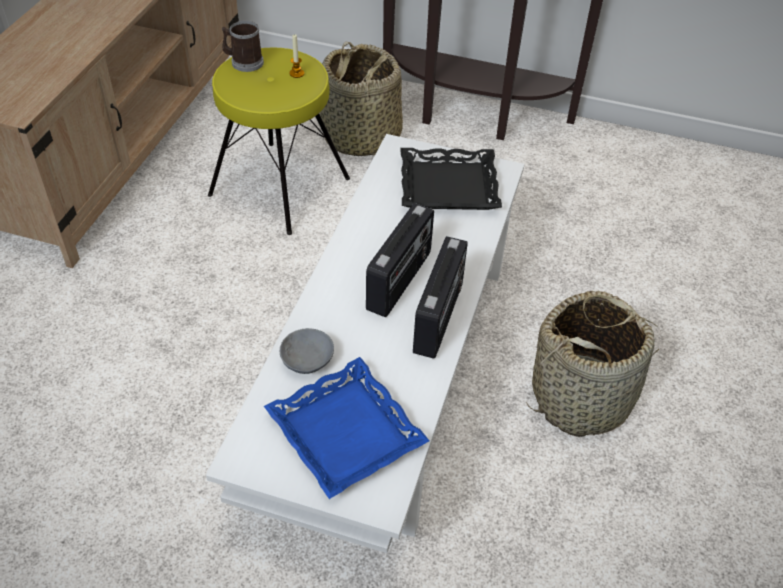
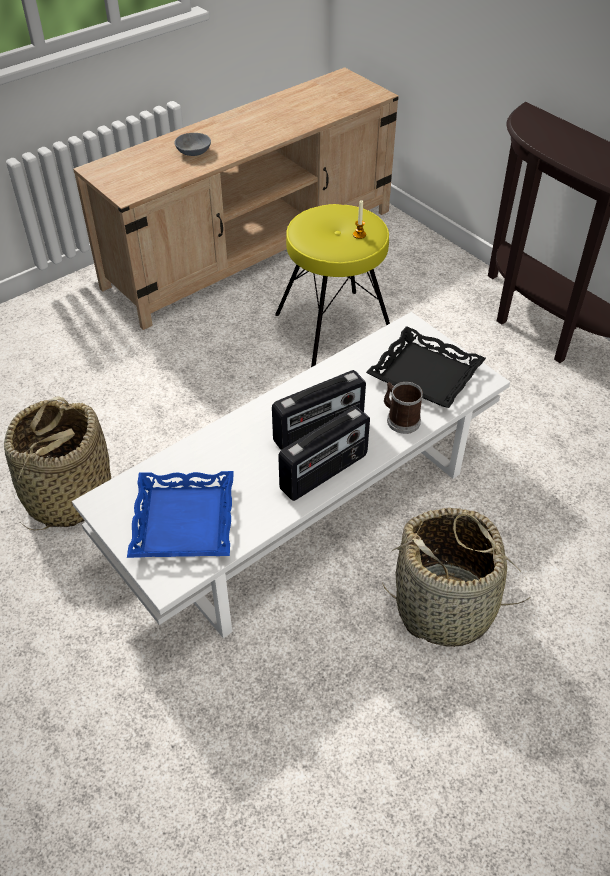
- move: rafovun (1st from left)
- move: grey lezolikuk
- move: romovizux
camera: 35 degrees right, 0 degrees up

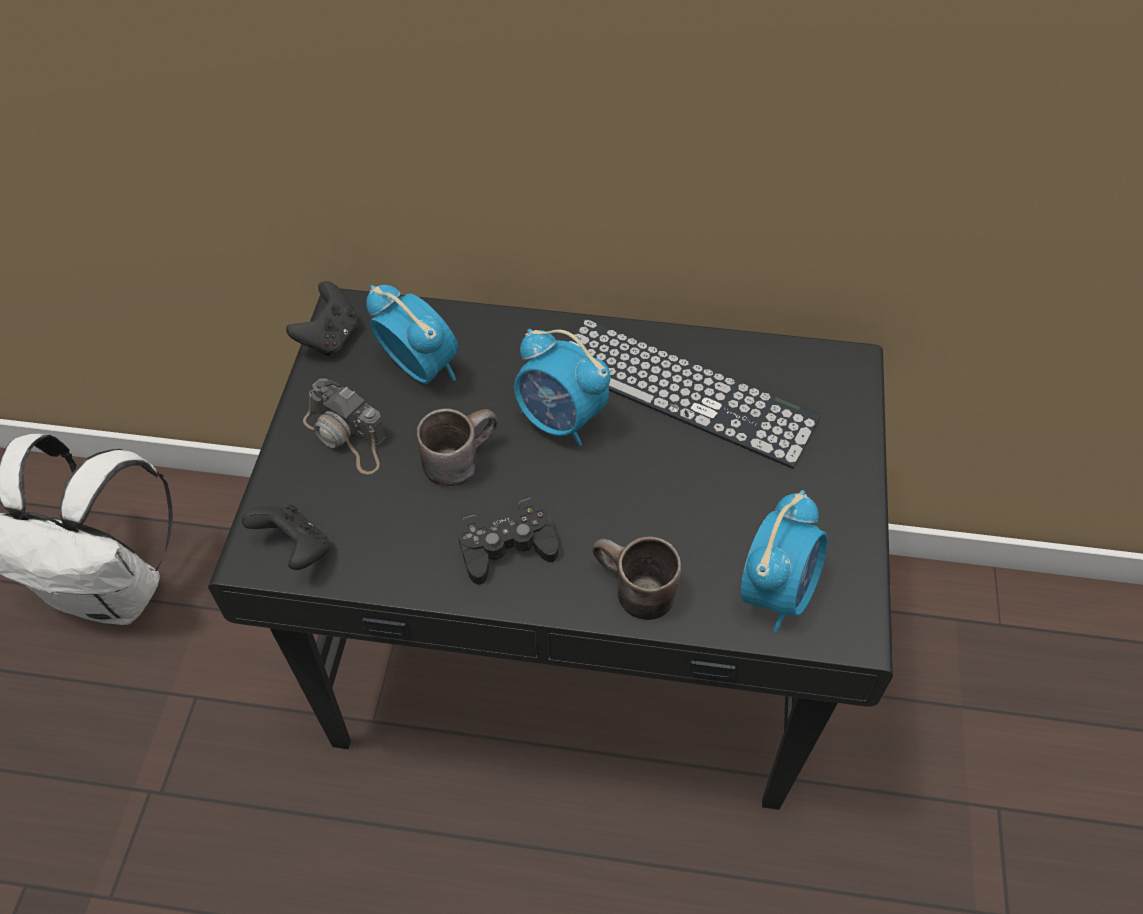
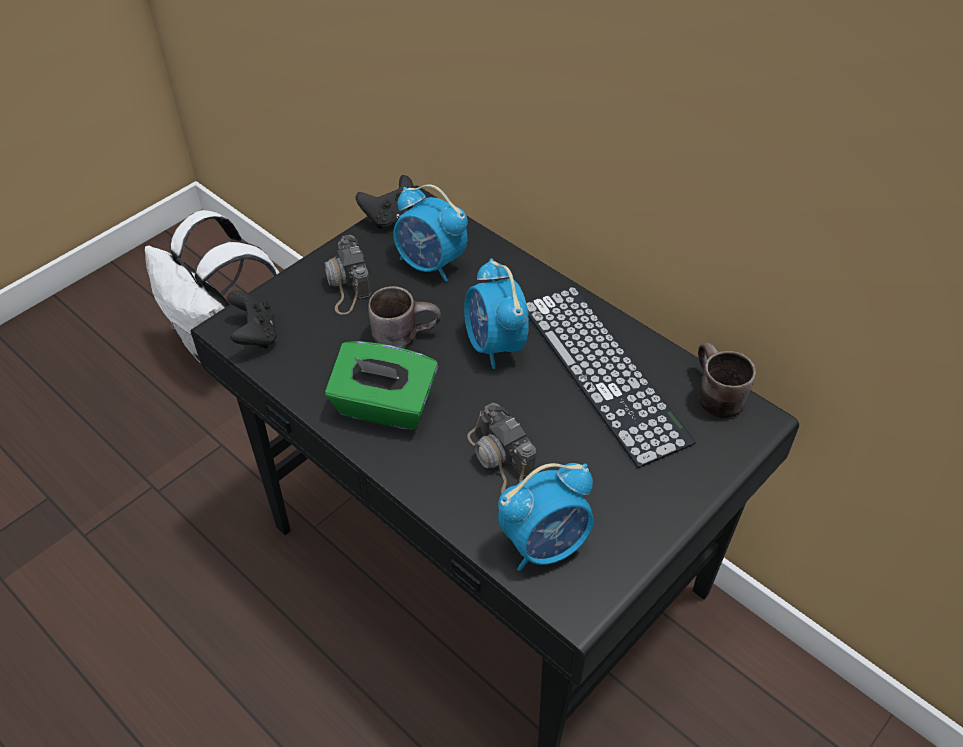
- replace: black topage (3rd from left) to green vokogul
- rotate: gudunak (1st from left) 135 degrees clockwise
- insert: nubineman (2nd from left)
- move: brown romovizux (2nd from left)
camera: 35 degrees right, 5 degrees down

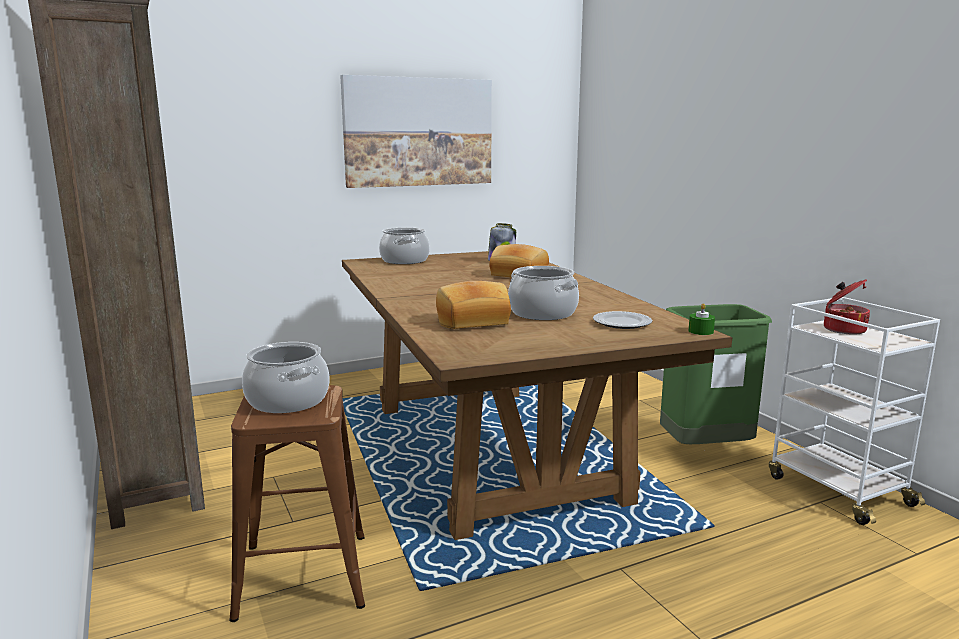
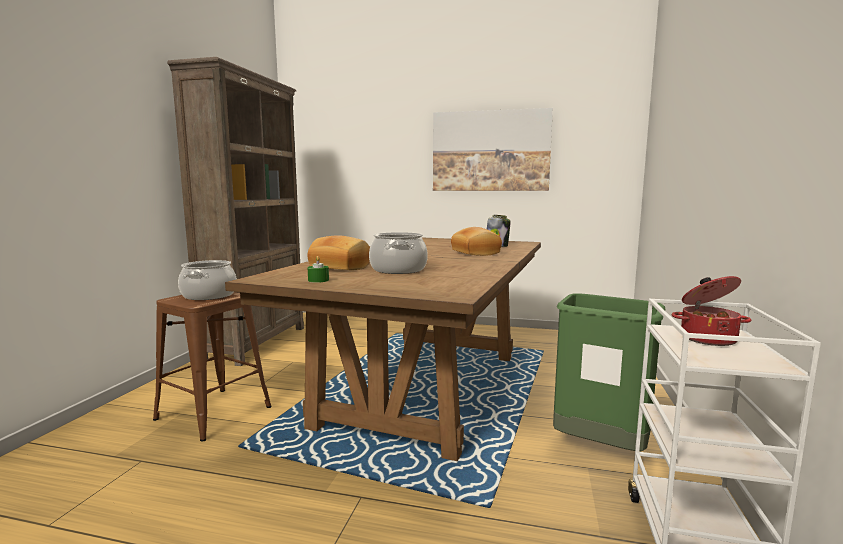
- move: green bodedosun
- delete: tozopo (2nd from left)
- delete: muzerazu
camera: 40 degrees right, 5 degrees down

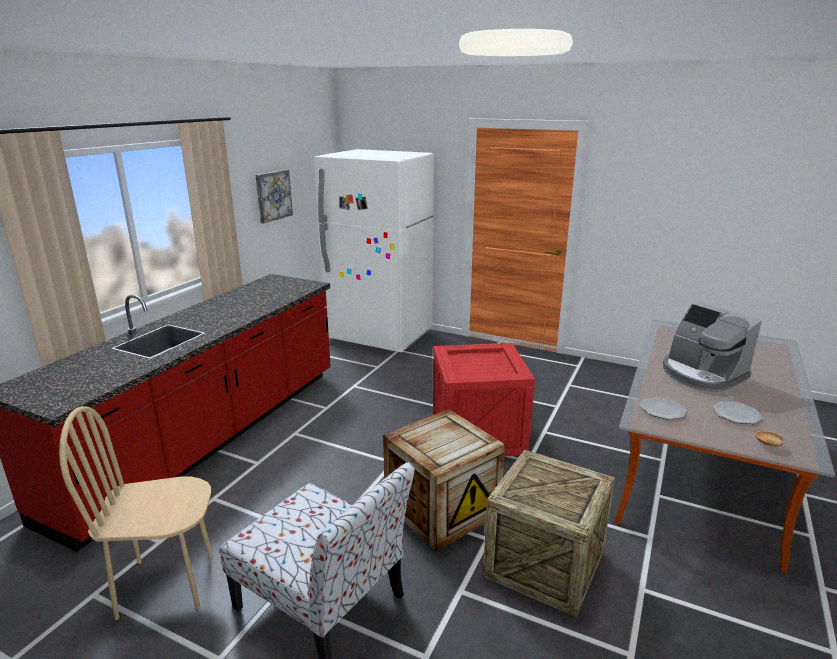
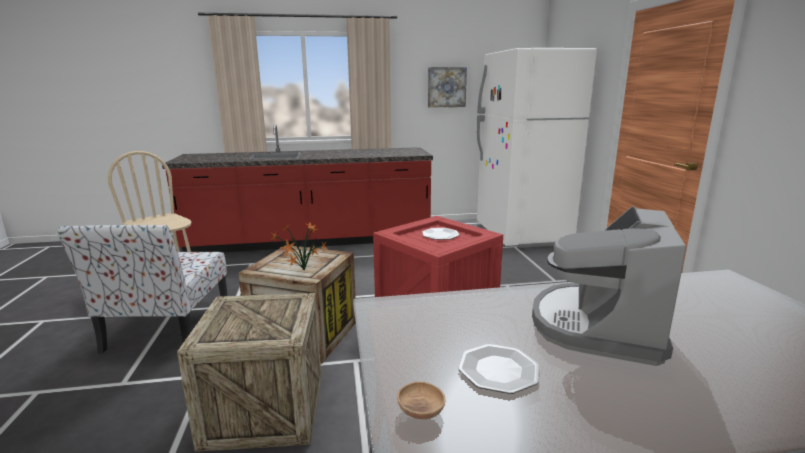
- insert: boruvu
- move: muzerazu (1st from left)
camera: 55 degrees right, 5 degrees down

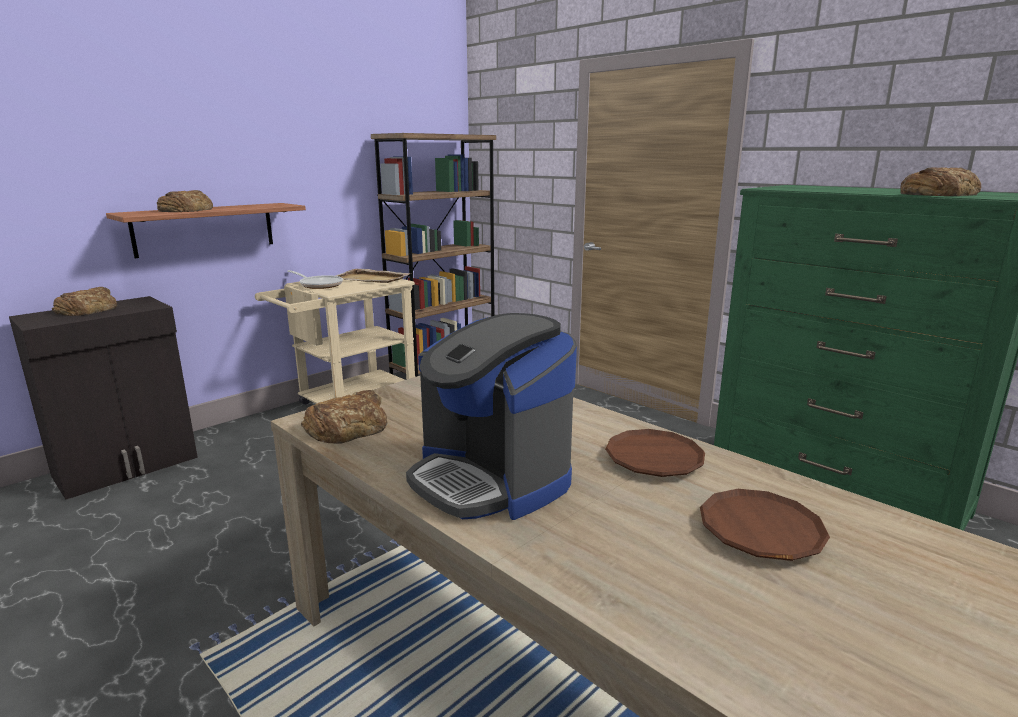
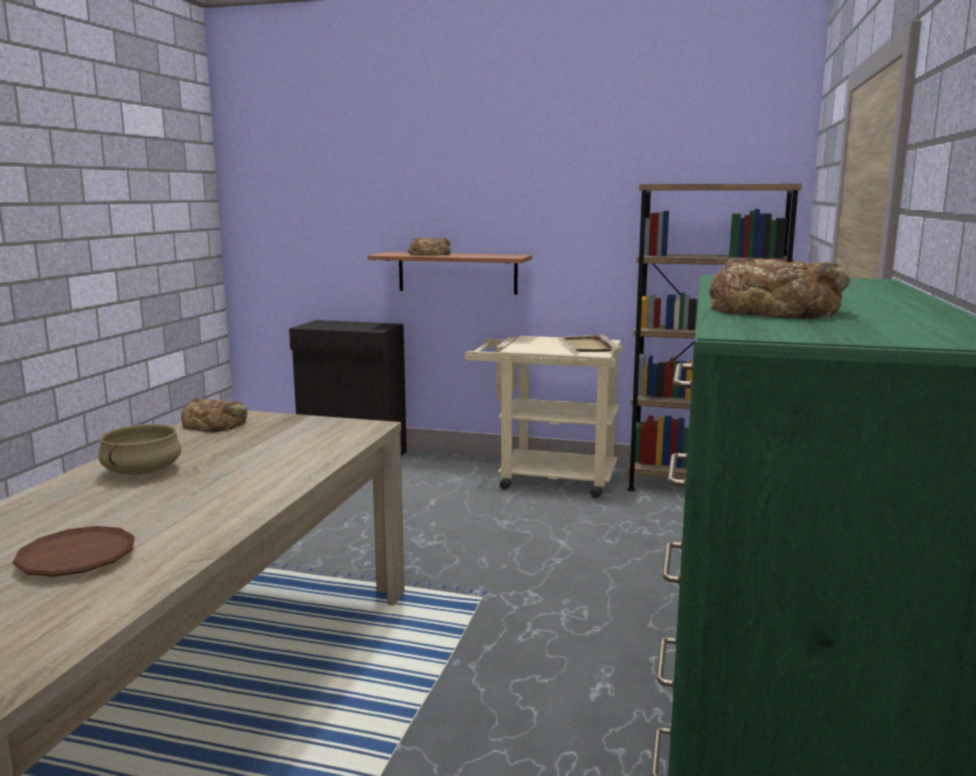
- replace: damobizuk to beige tozopo
- delete: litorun (1st from left)
- delete: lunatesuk
- delete: brown muzerazu (1st from left)
camera: 60 degrees right, 5 degrees down

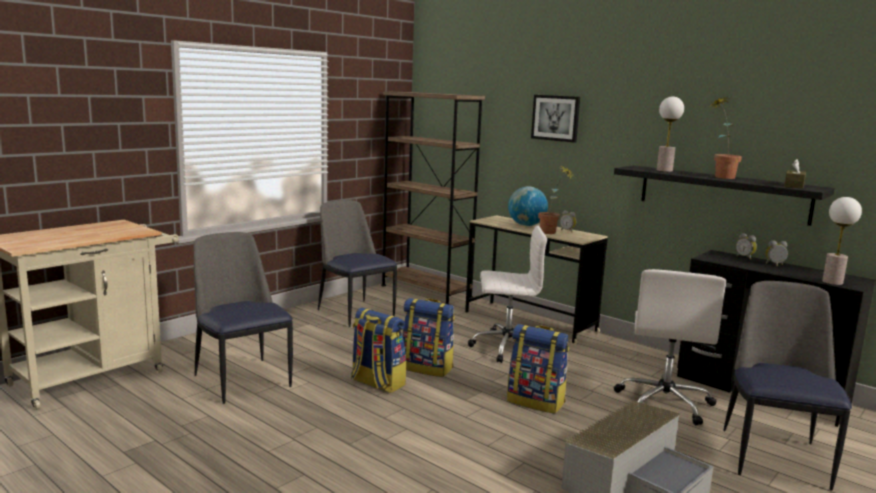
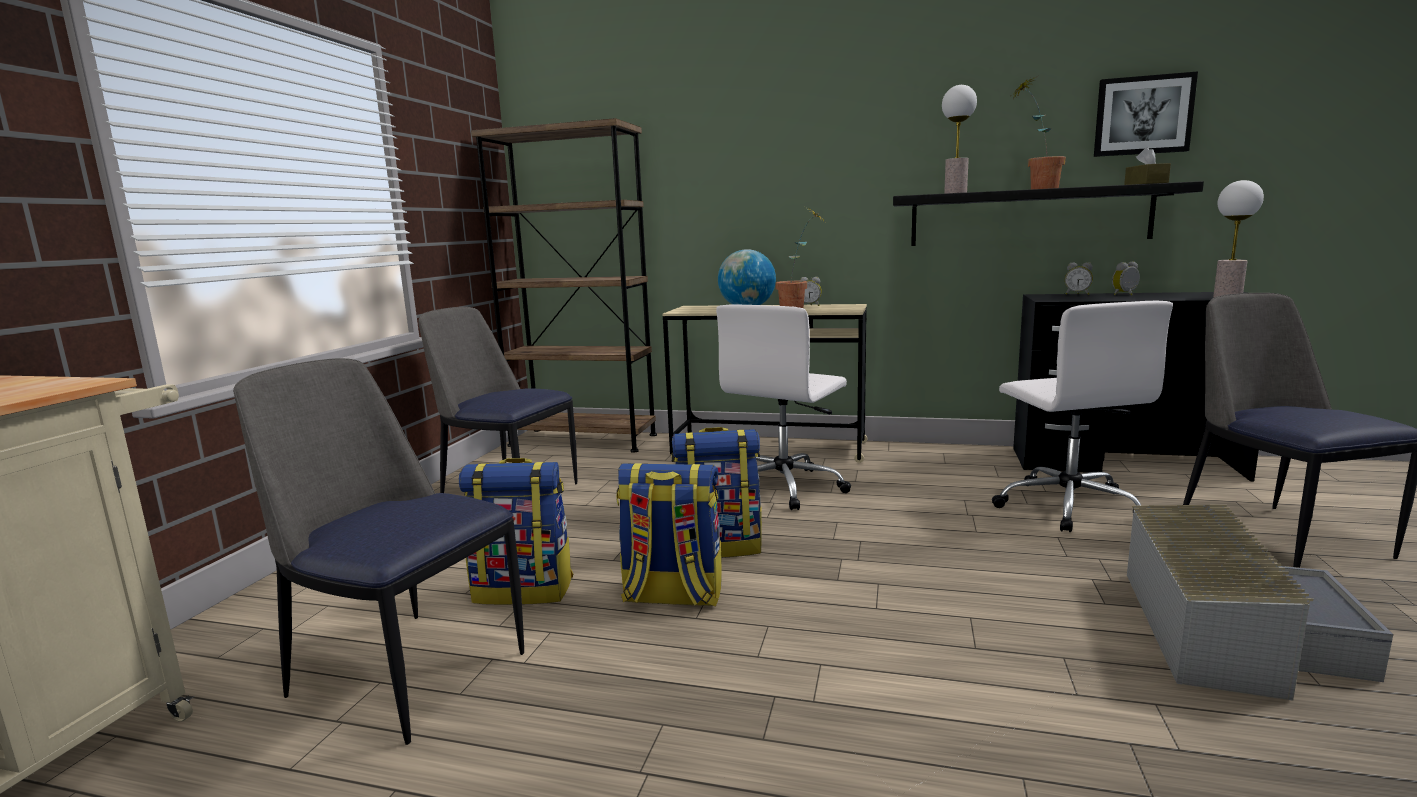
- move: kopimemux (3rd from left in the first image) to kopimemux (1st from left)
- rotate: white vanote (1st from left) 150 degrees clockwise
- move: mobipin
camera: 25 degrees left, 0 degrees up

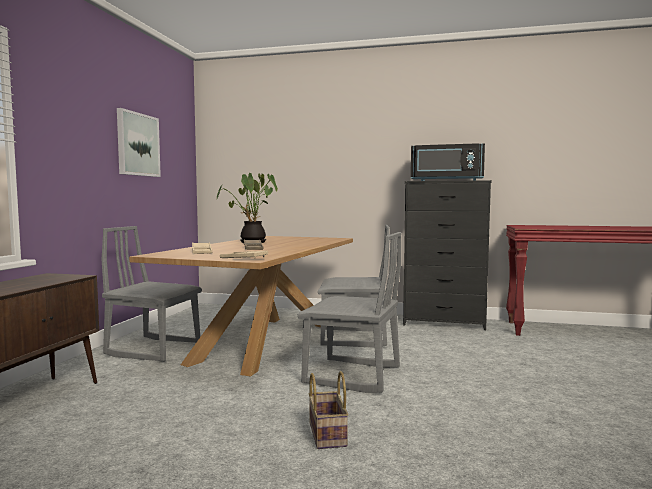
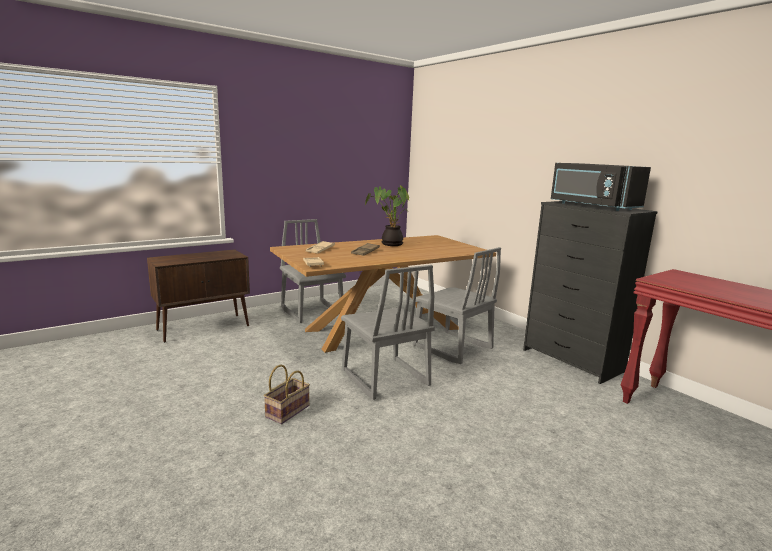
- delete: mobipin
camera: 40 degrees right, 10 degrees up

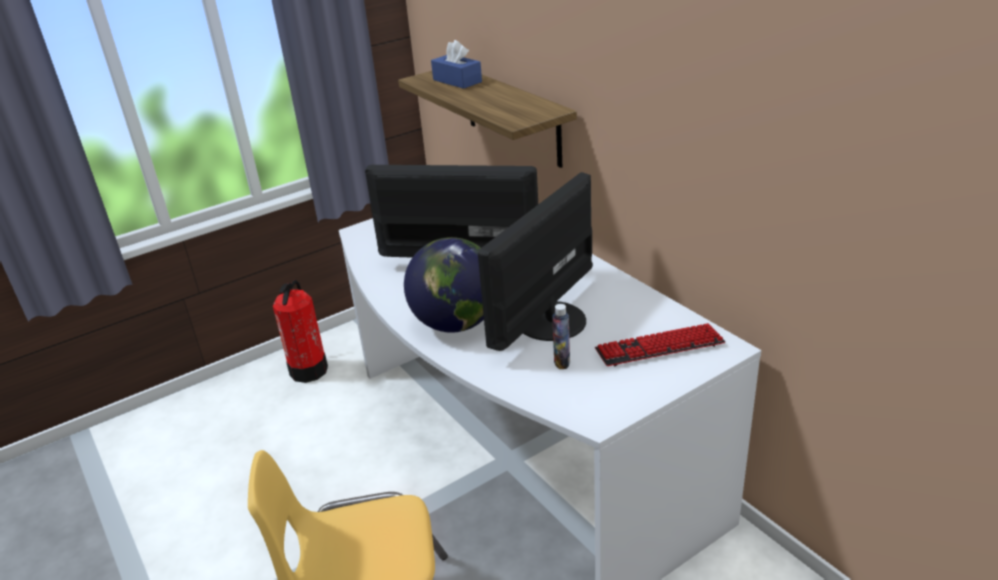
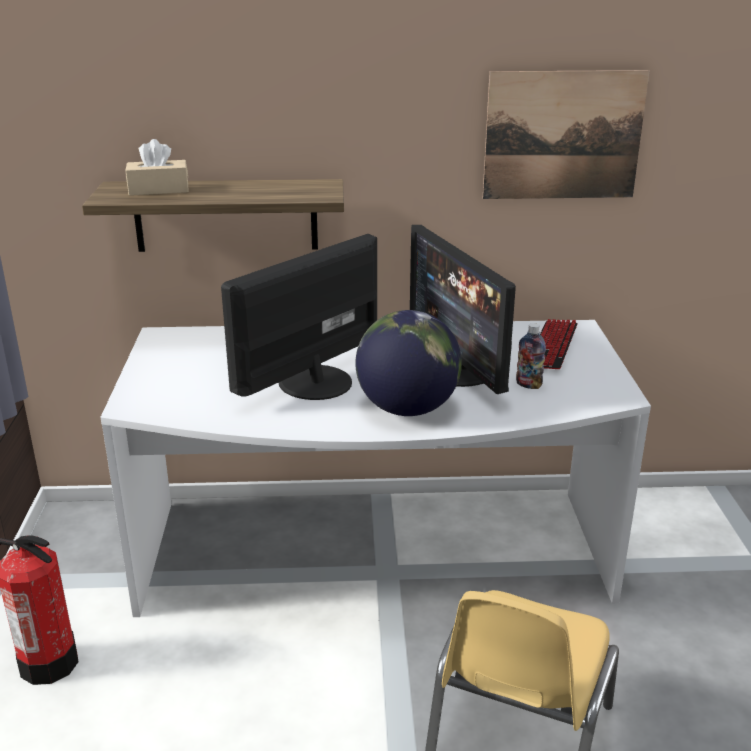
- recolor: blue vokogul to beige vokogul
- insert: mobipin
camera: 60 degrees left, 5 degrees down

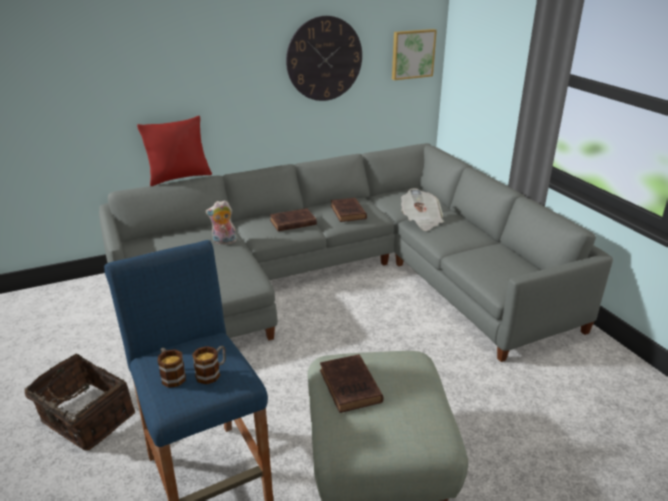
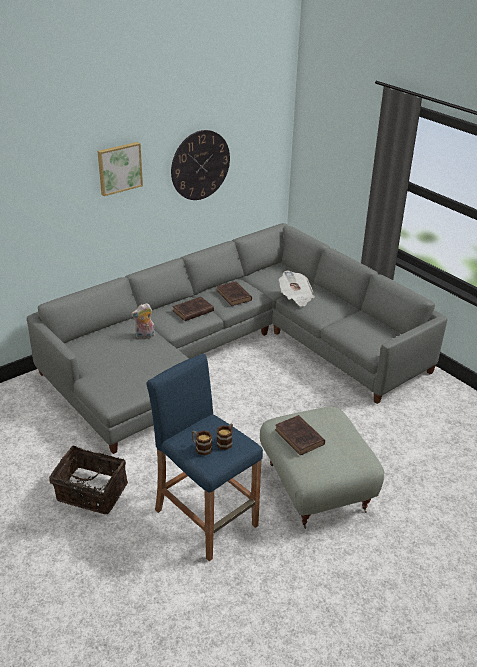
- move: mobipin
- delete: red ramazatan
camera: 15 degrees left, 5 degrees up

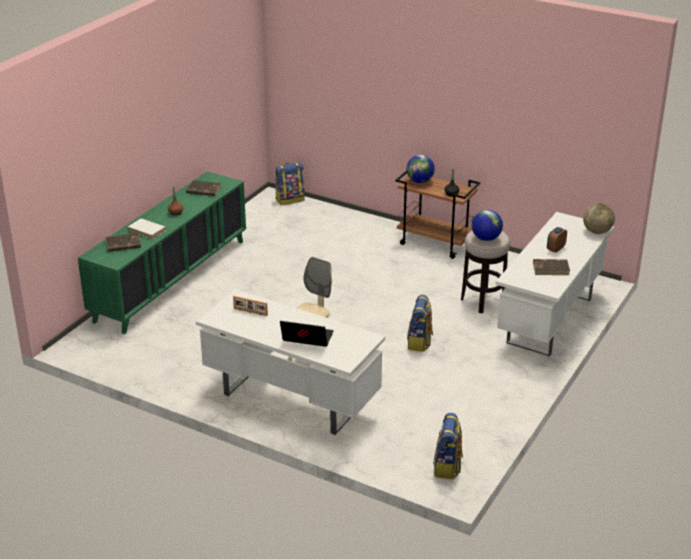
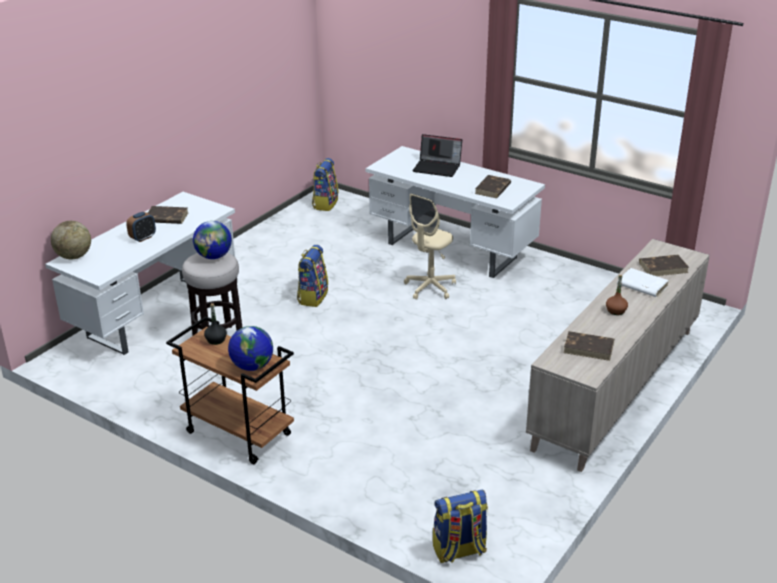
- replace: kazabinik to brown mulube (2nd from left)
- recolor: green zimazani to beige zimazani
camera: 175 degrees left, 0 degrees up

